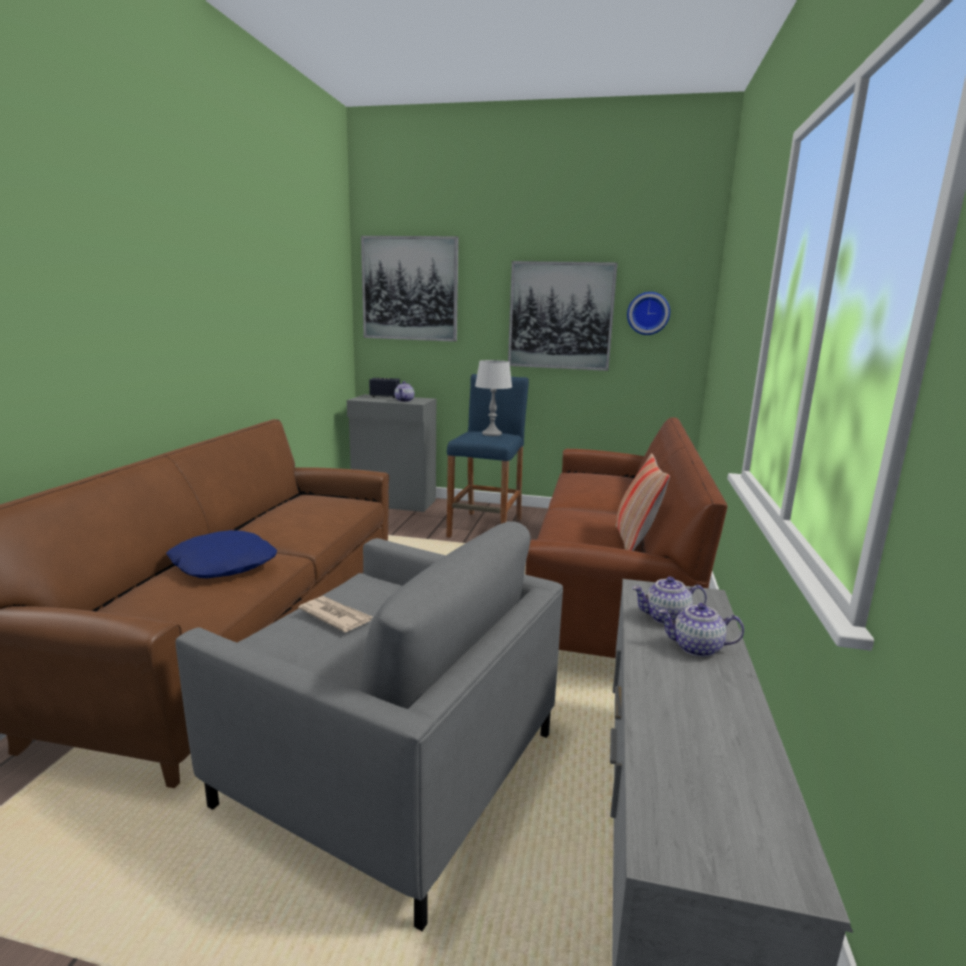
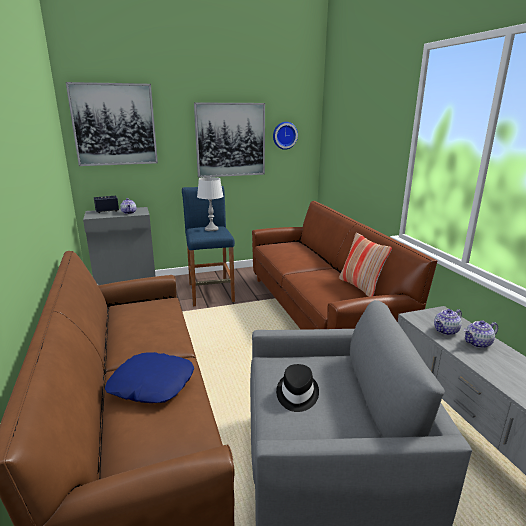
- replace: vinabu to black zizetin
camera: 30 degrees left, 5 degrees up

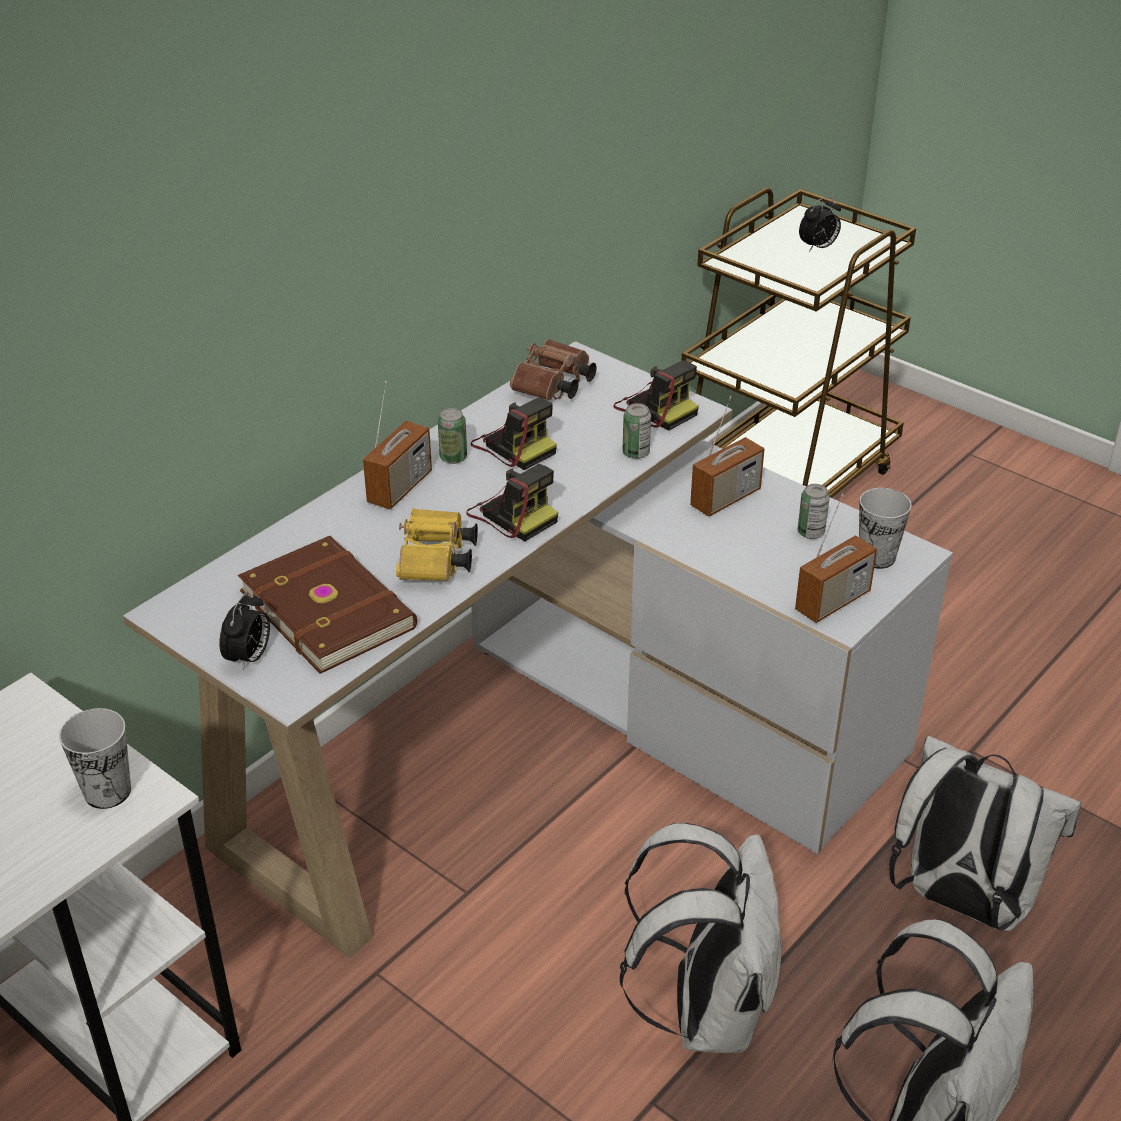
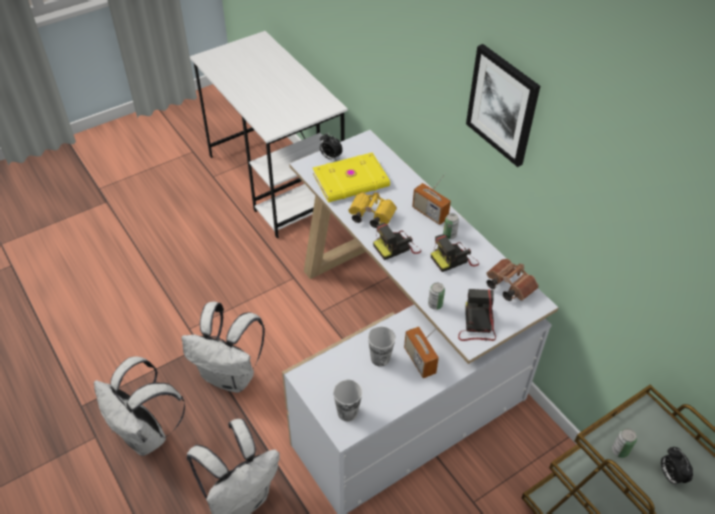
- recolor: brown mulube to yellow mulube
- move: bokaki (1st from left in the first image) to bokaki (2nd from left)
- rotate: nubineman (3rd from left) 120 degrees clockwise
- insert: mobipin
- move: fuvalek (3rd from left)
- delete: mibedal (3rd from left)
camera: 105 degrees right, 10 degrees up

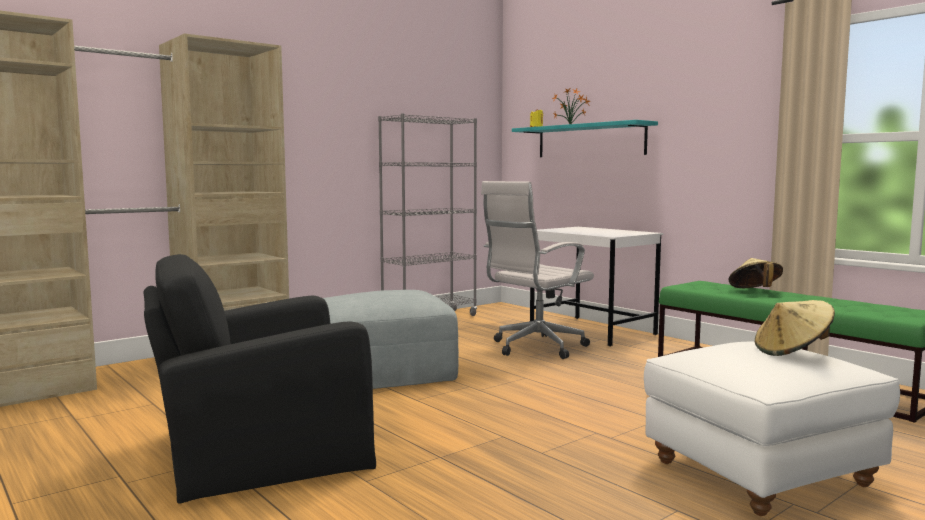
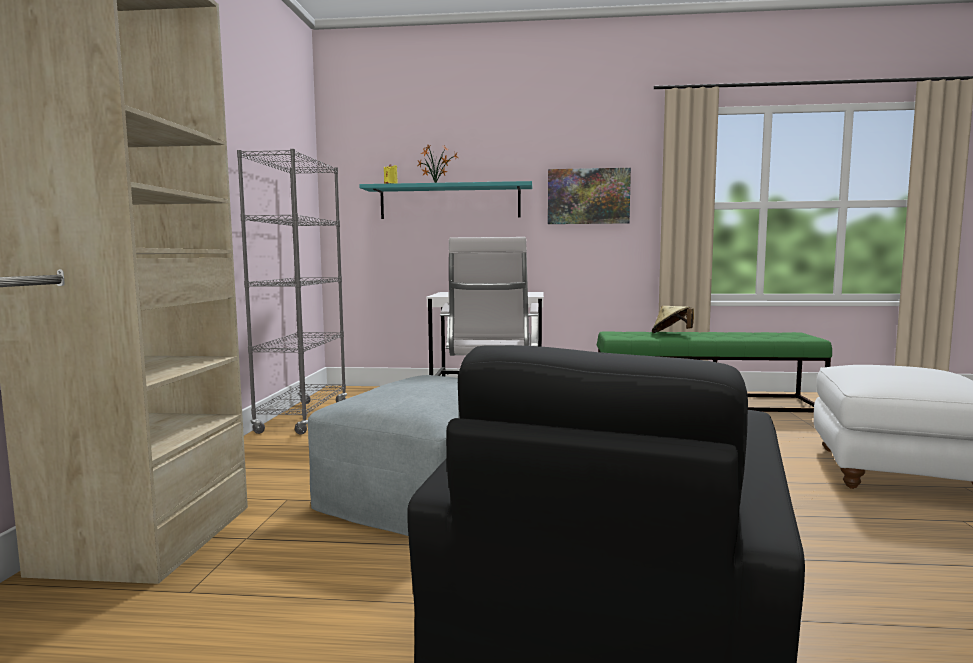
- insert: mobipin
- delete: beige zizetin (2nd from left)
camera: 45 degrees left, 0 degrees up

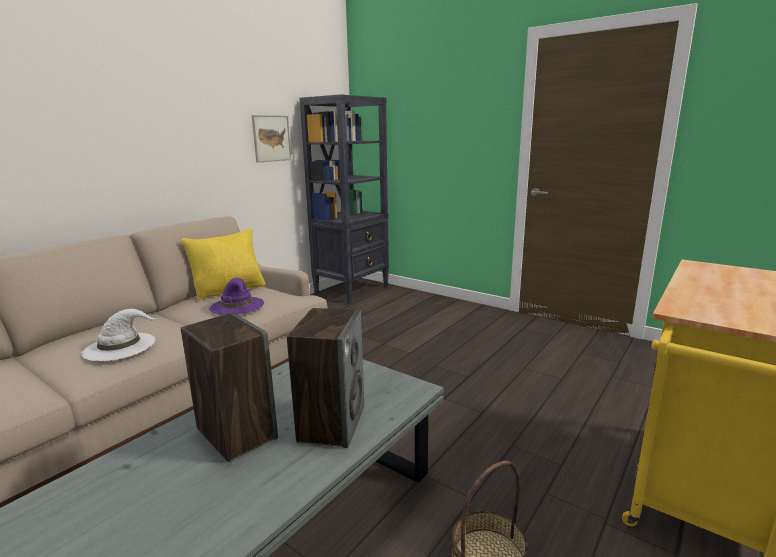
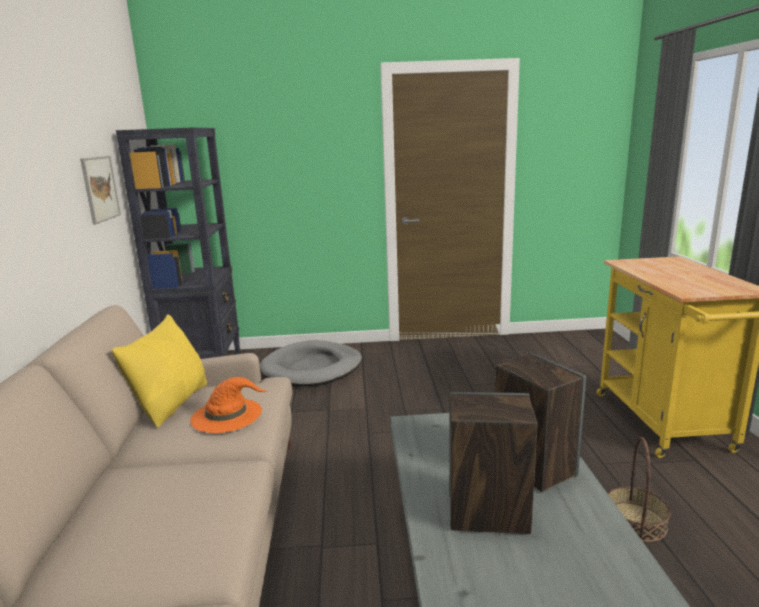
- recolor: purple zizetin to orange zizetin
- insert: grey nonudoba
- delete: white zizetin
camera: 40 degrees left, 0 degrees up

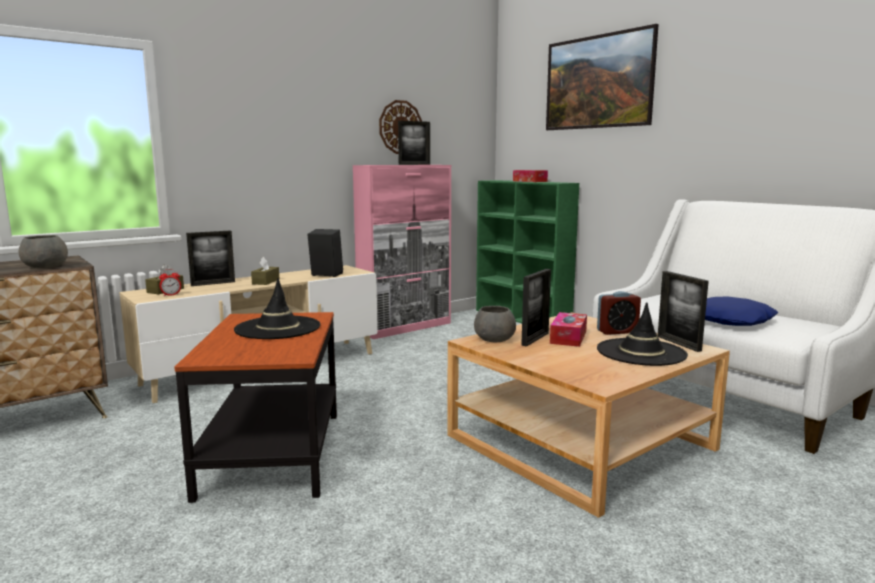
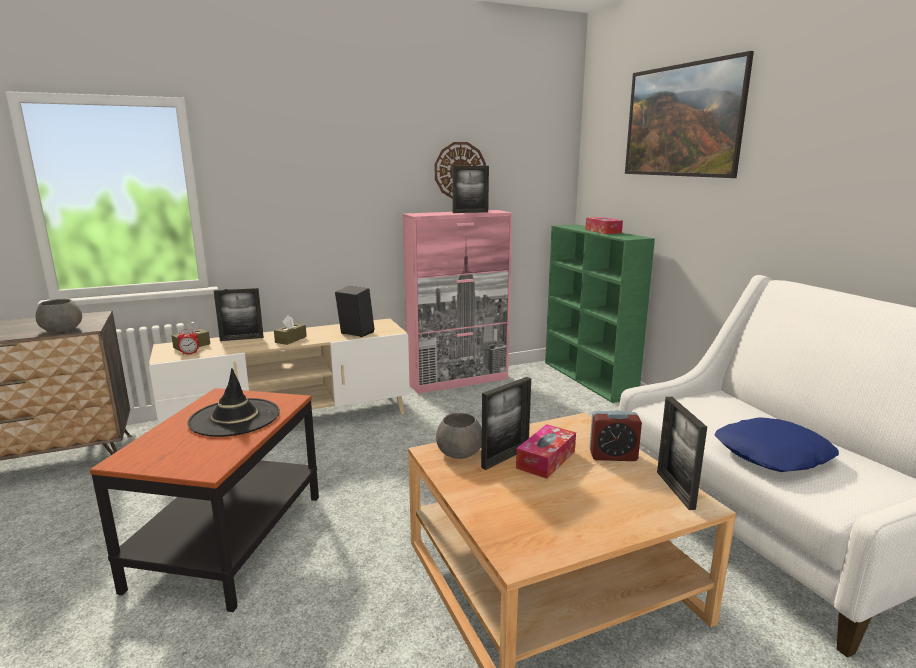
- delete: black zizetin (2nd from left)
camera: 15 degrees right, 5 degrees up

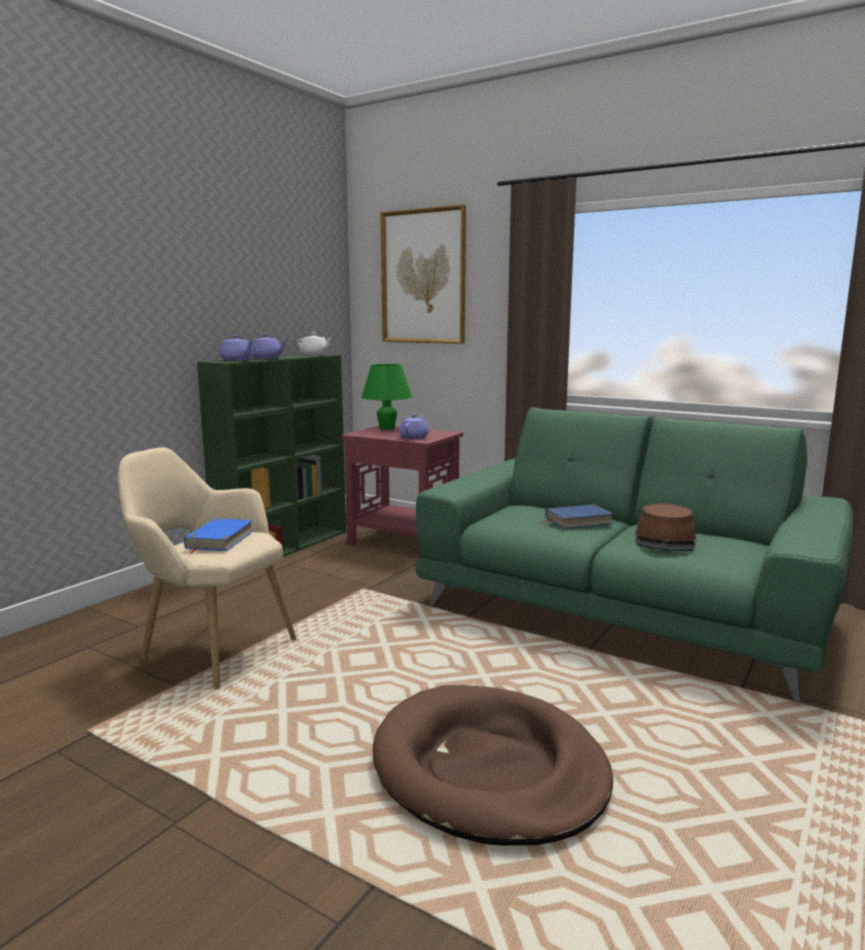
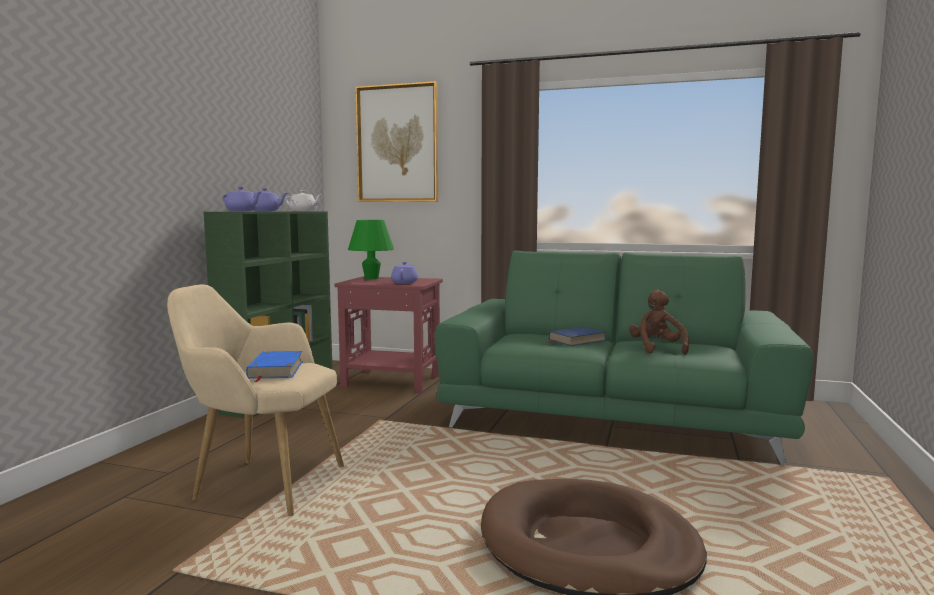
- replace: brown zizetin to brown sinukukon
camera: 15 degrees left, 5 degrees down

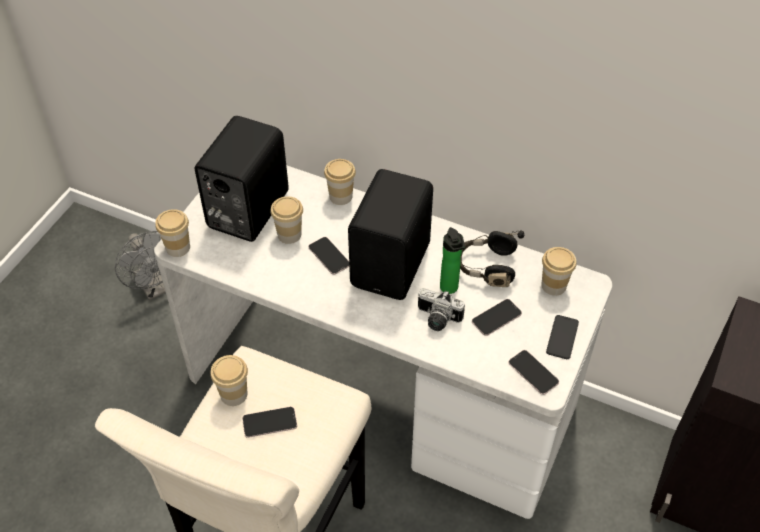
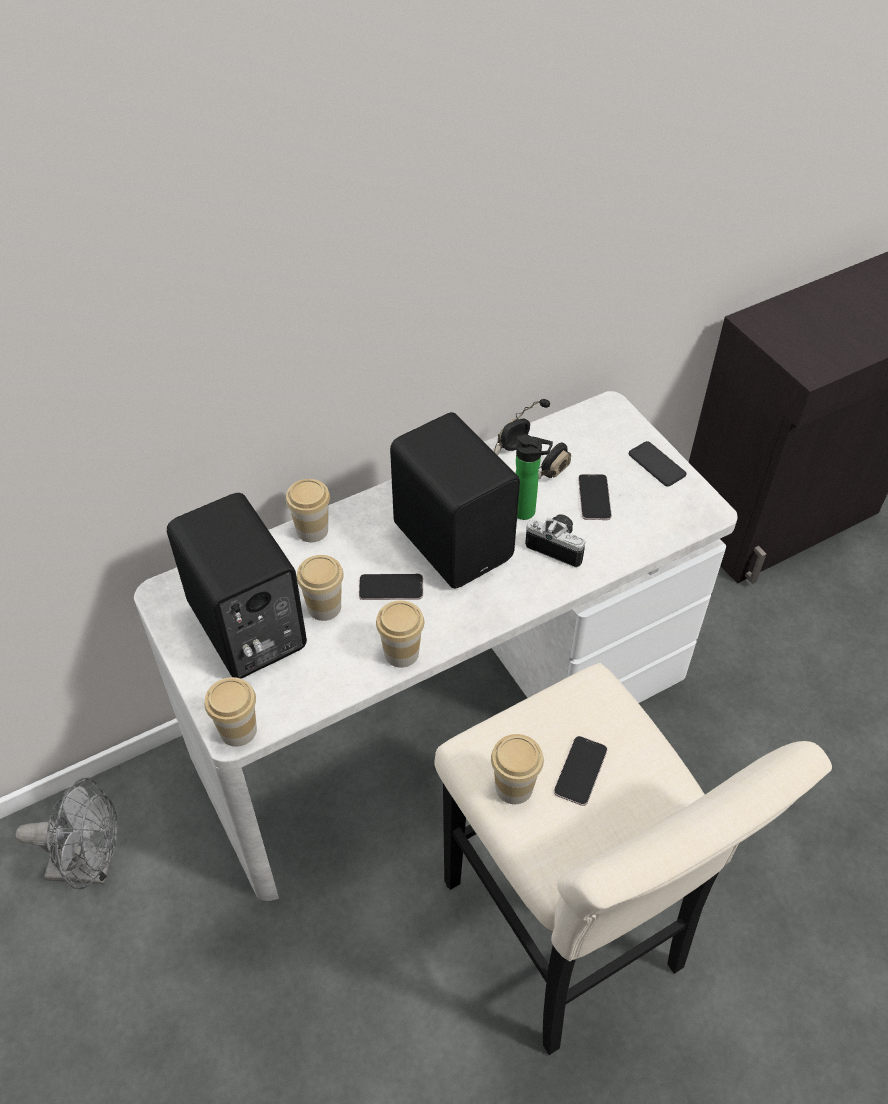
- move: bokaki (5th from left in the first image) to bokaki (4th from left)
- rotate: nubineman 120 degrees counterclockwise
- delete: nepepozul (4th from left)
camera: 55 degrees left, 0 degrees up

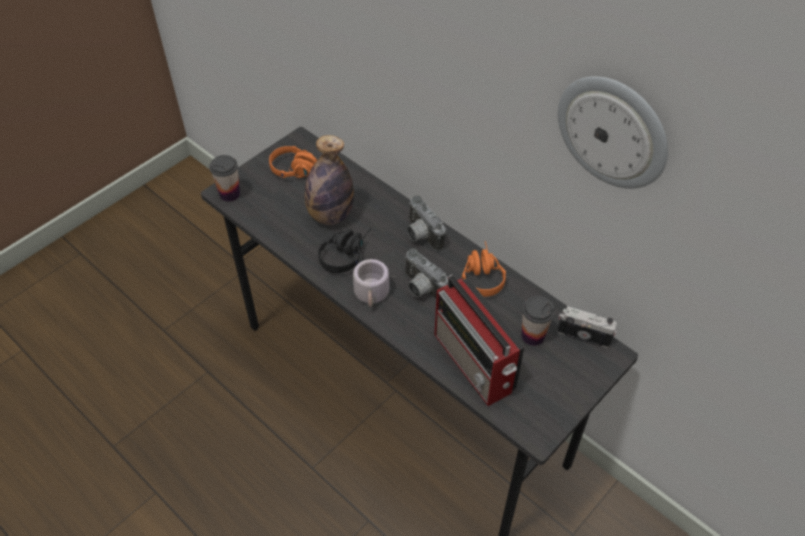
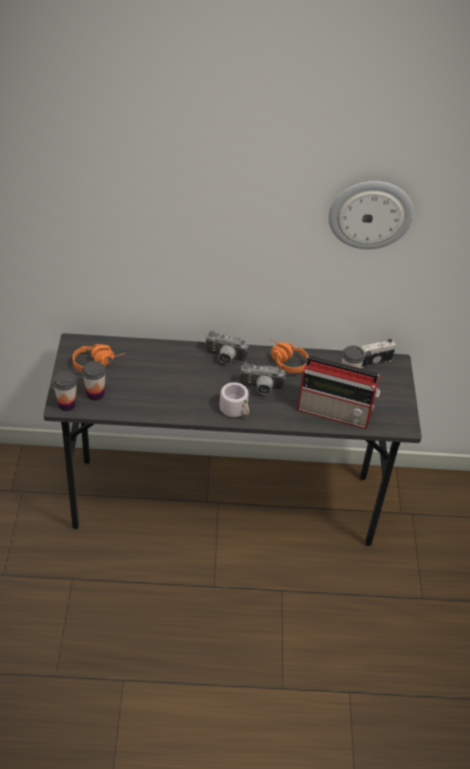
- insert: bokaki (2nd from left)
- delete: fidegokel
- delete: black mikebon
camera: 45 degrees left, 5 degrees down

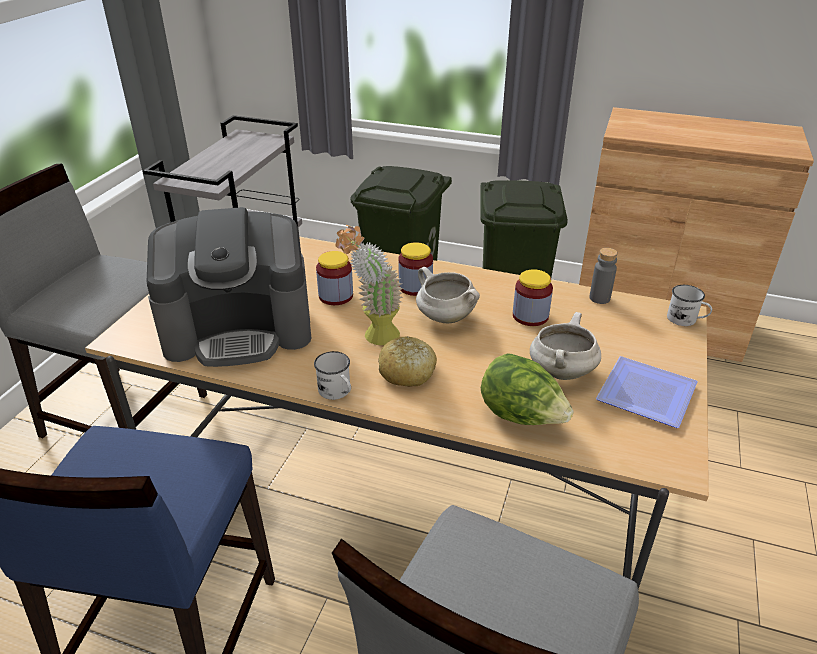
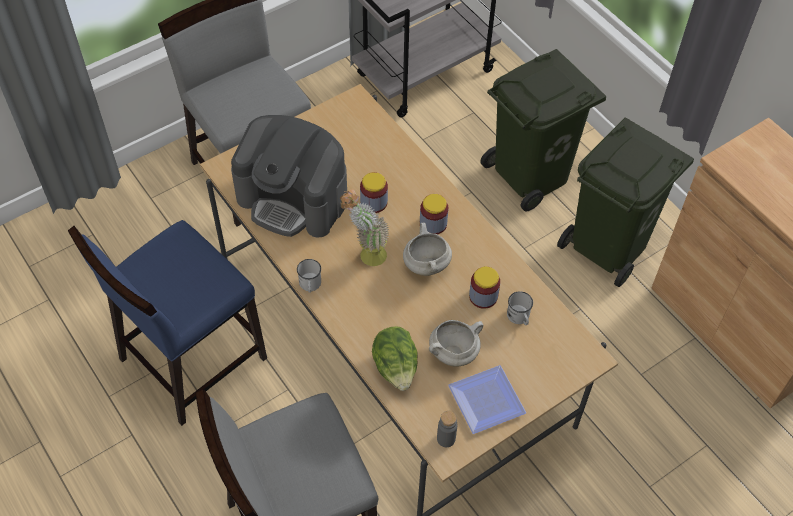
- move: grey fidegokel
- move: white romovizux (2nd from left)
- delete: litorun
camera: 35 degrees right, 20 degrees up

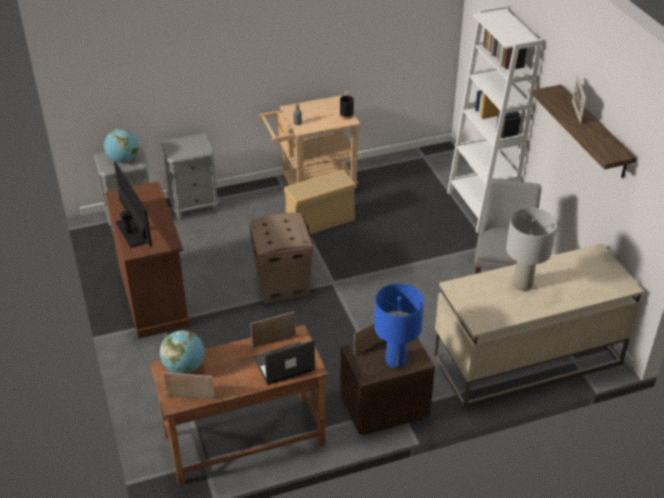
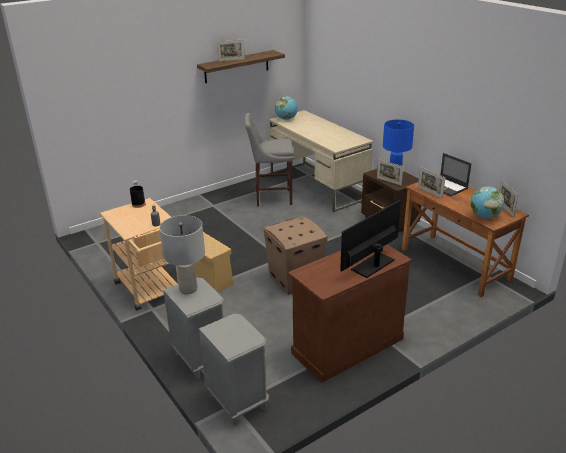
- move: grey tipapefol
- move: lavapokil (1st from left)
- delete: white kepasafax
camera: 105 degrees left, 10 degrees down

